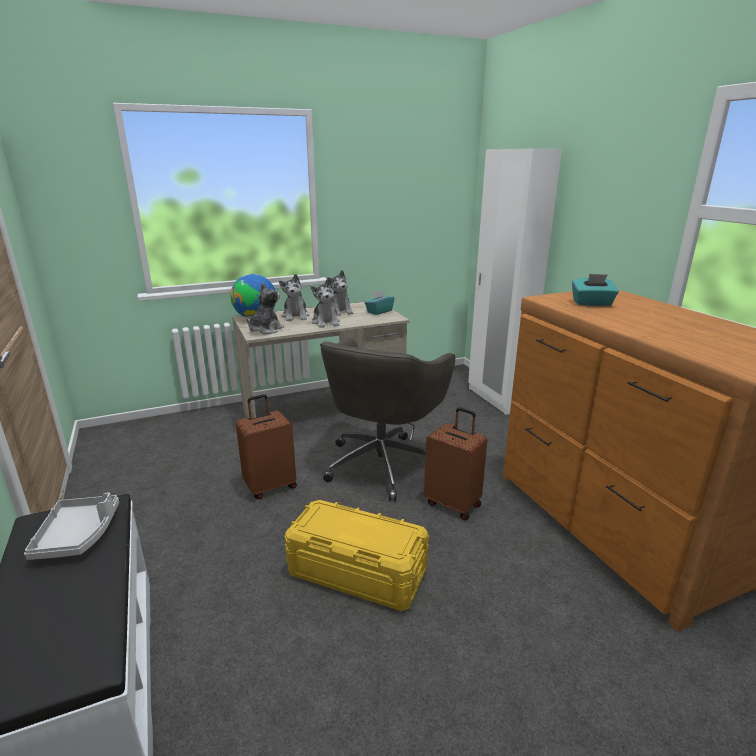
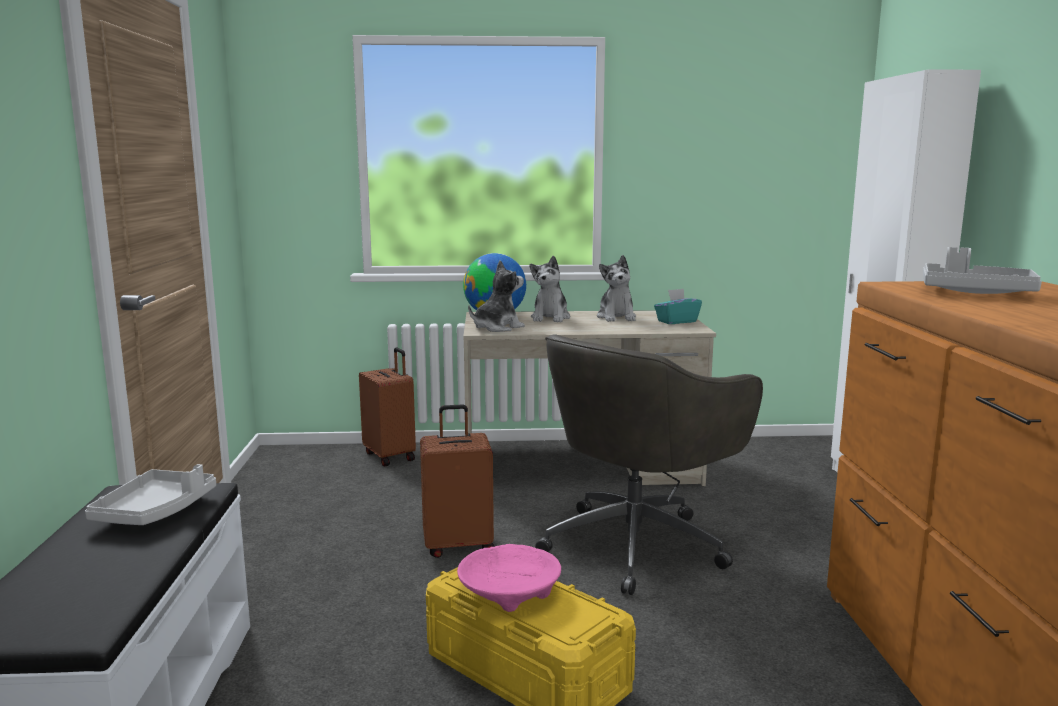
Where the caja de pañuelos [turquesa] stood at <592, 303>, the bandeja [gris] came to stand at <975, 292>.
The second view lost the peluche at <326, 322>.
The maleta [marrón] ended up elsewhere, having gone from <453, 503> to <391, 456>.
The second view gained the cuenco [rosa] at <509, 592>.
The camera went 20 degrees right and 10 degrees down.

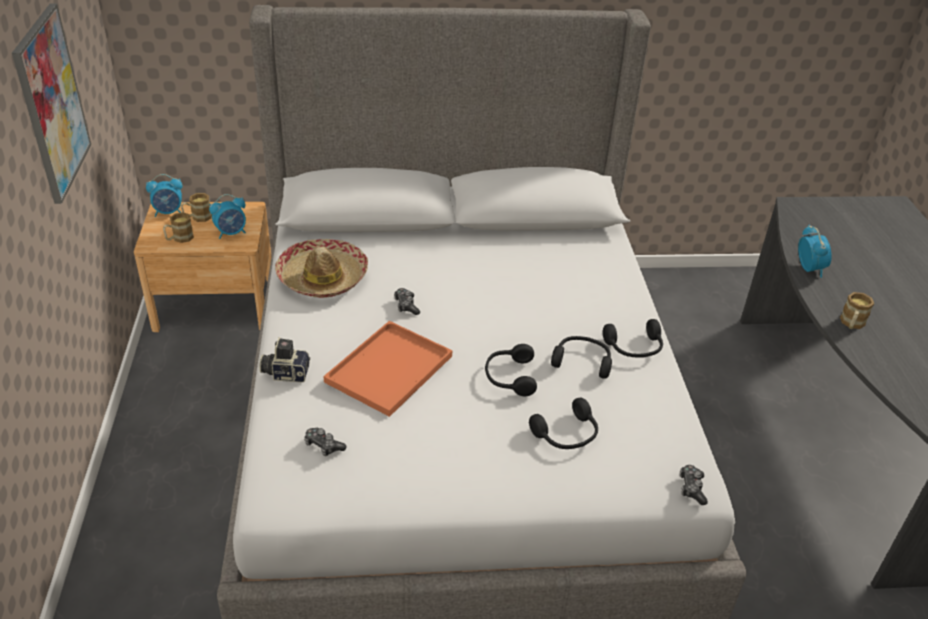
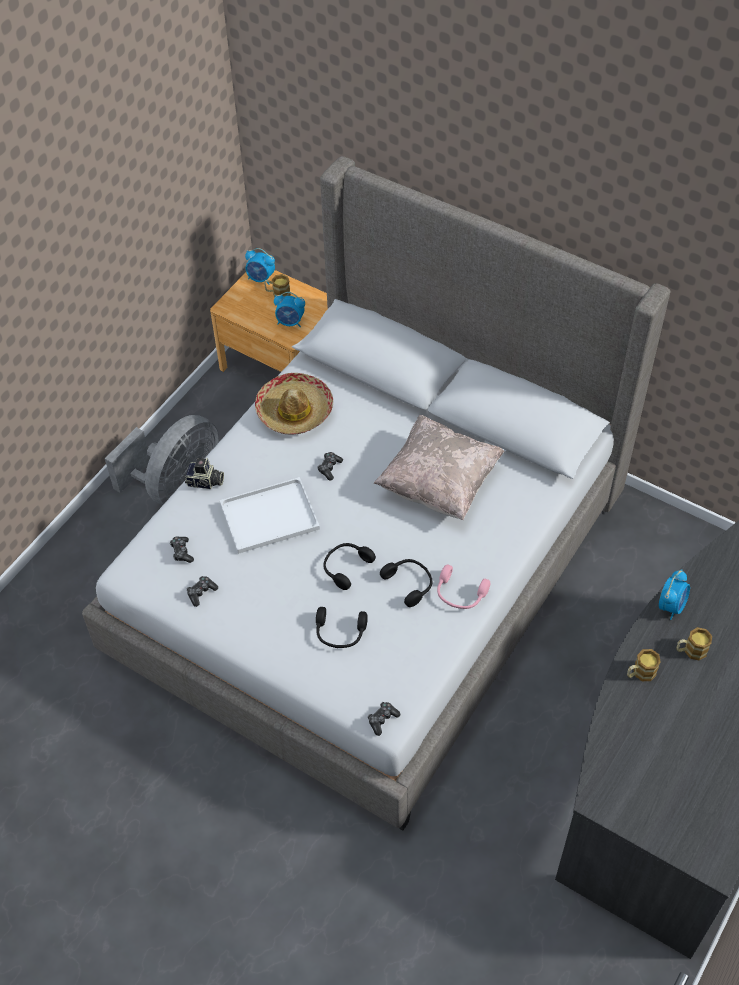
The second view lost the cuadro at <52, 103>.
The taza grande ended up elsewhere, having gone from <179, 238> to <690, 651>.
What was the auriculares [negro] at <634, 348> turned into the auriculares [rosa] at <460, 594>.
What was the bandeja [naranja] at <389, 370> turned into the bandeja [blanco] at <268, 518>.
The cámara at <286, 373> ended up facing another way, 150 degrees clockwise from before.
The second view gained the ventilador [gris] at <176, 486>.
The second view gained the cojín [beis] at <439, 483>.
The second view gained the mando de consola at <201, 592>.
The camera went 40 degrees right and 15 degrees up.

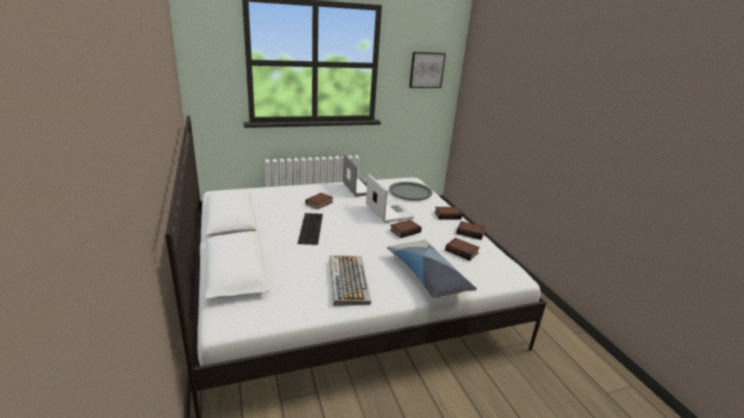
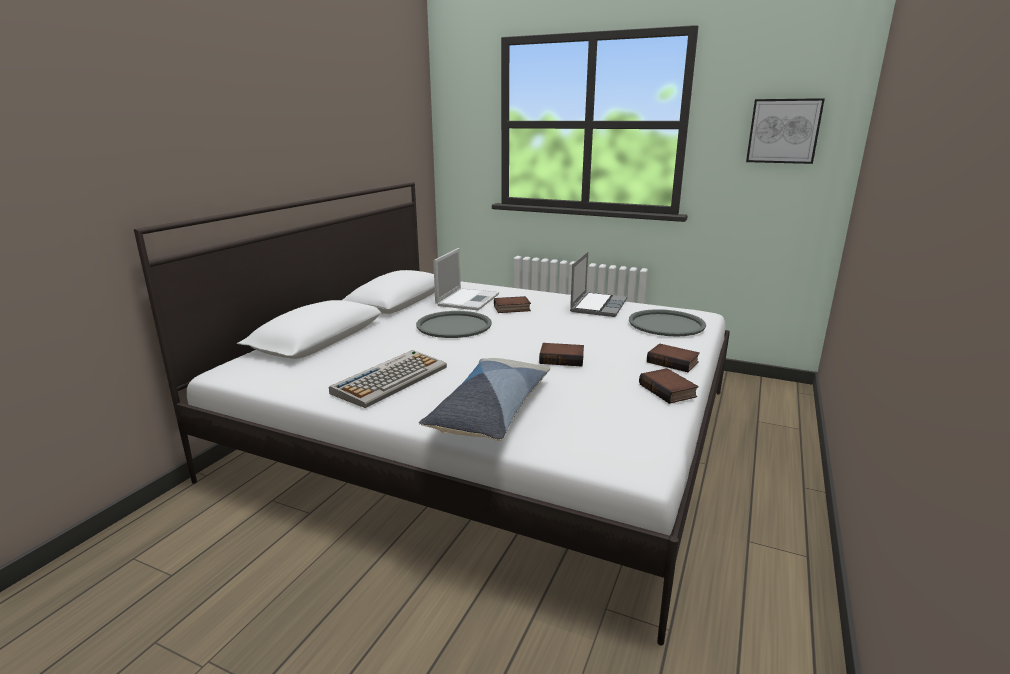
The portátil ended up elsewhere, having gone from <388, 211> to <468, 299>.
Where the teclado stood at <309, 227>, the bandeja [gris] came to stand at <454, 325>.
The second view lost the libro at <462, 251>.
The camera went 45 degrees right and 5 degrees down.

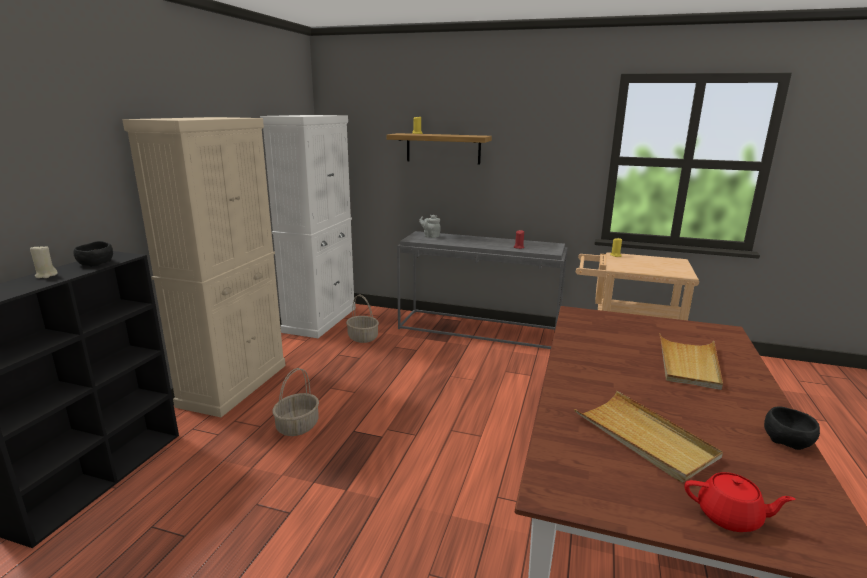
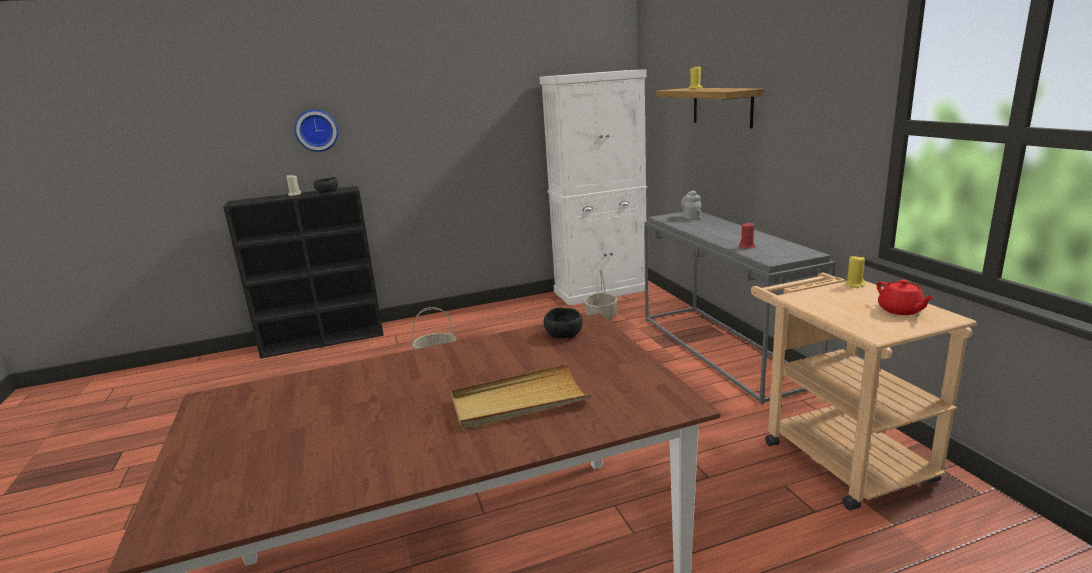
The second view lost the armario [beis] at <234, 384>.
The second view lost the bandeja [beis] at <644, 438>.
The cuenco [negro] ended up elsewhere, having gone from <788, 440> to <564, 334>.
The tetera [rojo] ended up elsewhere, having gone from <730, 517> to <900, 310>.
The second view gained the reloj de pared at <316, 130>.
The camera went 55 degrees right and 0 degrees up.

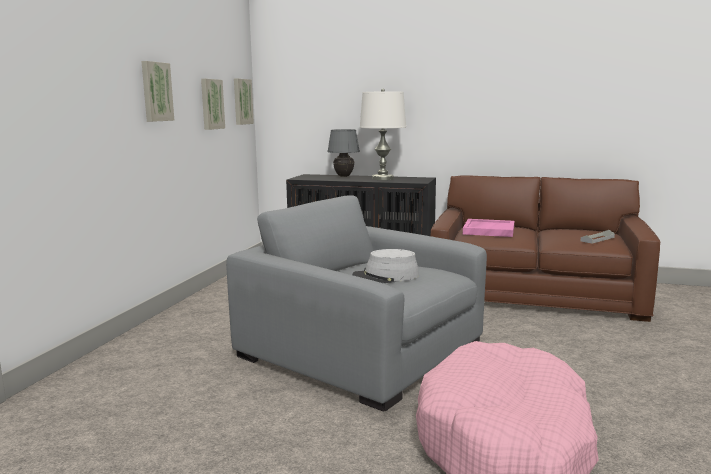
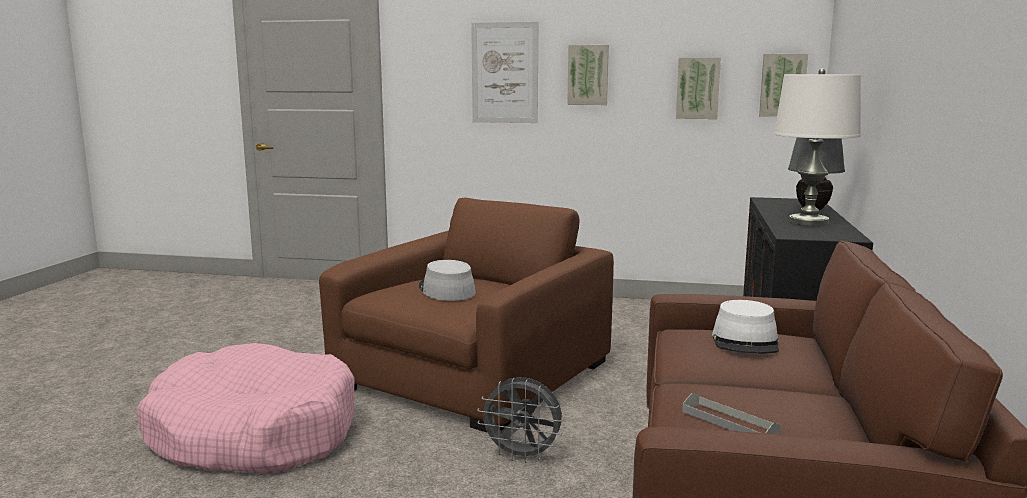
What was the sillón [gris] at <362, 349> turned into the sillón [marrón] at <473, 373>.
Where the bandeja [rosa] stood at <488, 230>, the sombrero [blanco] came to stand at <746, 341>.
The second view gained the cuadro at <504, 73>.
The second view gained the ventilador [gris] at <522, 456>.
The camera went 85 degrees right and 0 degrees up.

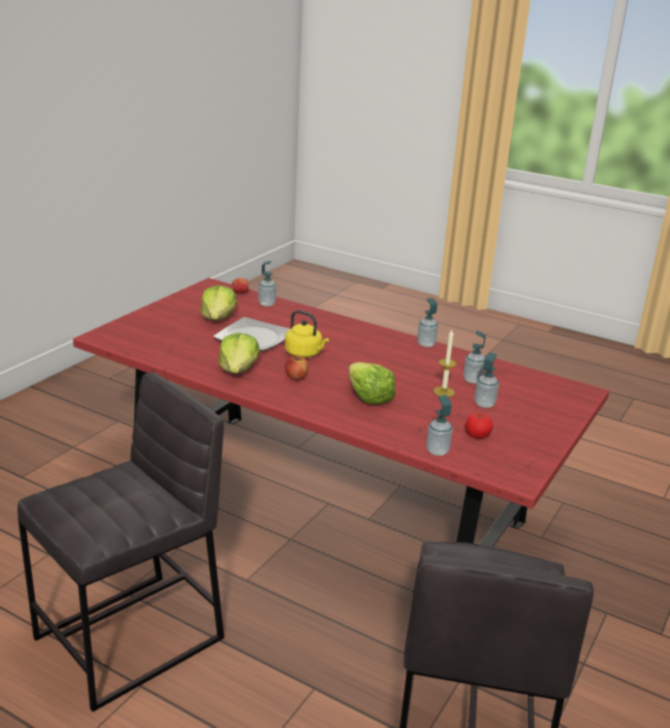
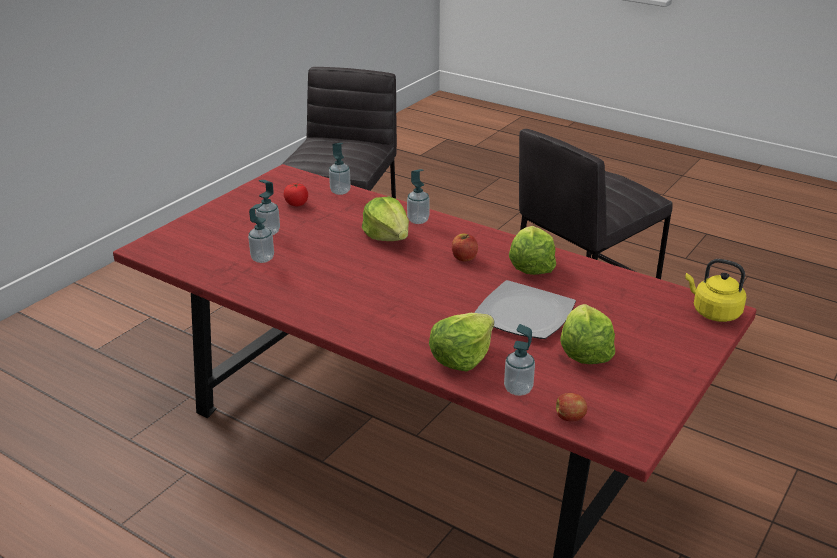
The dispensador de jabón ended up elsewhere, having gone from <426, 344> to <418, 220>.
The hervidor [amarillo] ended up elsewhere, having gone from <305, 354> to <713, 312>.
The second view lost the vela at <444, 392>.
The second view gained the lechuga at <461, 356>.
The camera went 175 degrees left and 5 degrees up.

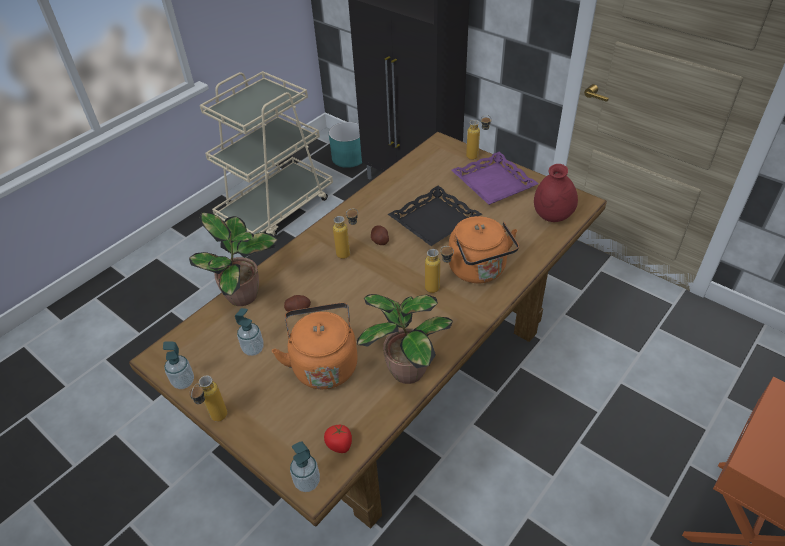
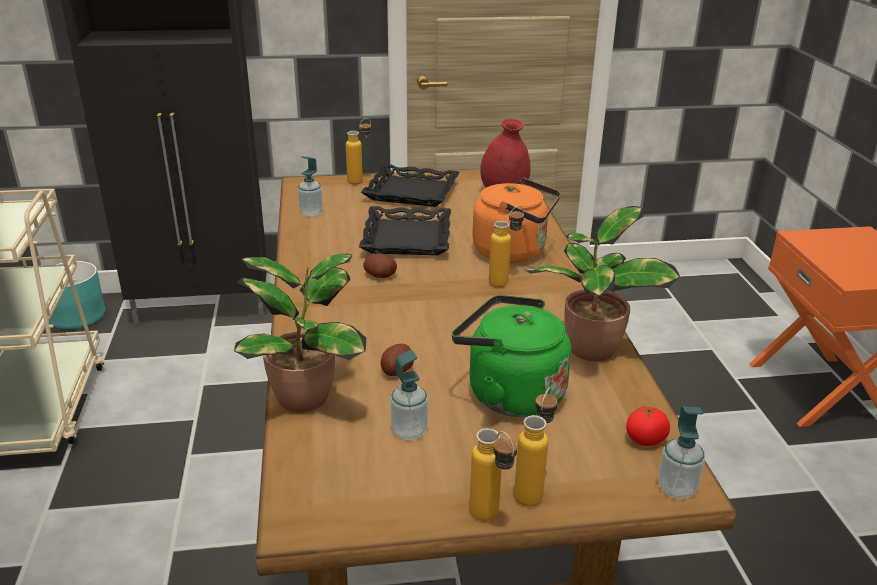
What was the bandeja [morado] at <492, 183> turned into the bandeja [negro] at <411, 192>.
The botella ended up elsewhere, having gone from <349, 253> to <533, 489>.
What was the hervidor [naranja] at <324, 364> turned into the hervidor [verde] at <509, 393>.
The dispensador de jabón ended up elsewhere, having gone from <183, 381> to <311, 213>.
The camera went 50 degrees left and 15 degrees down.

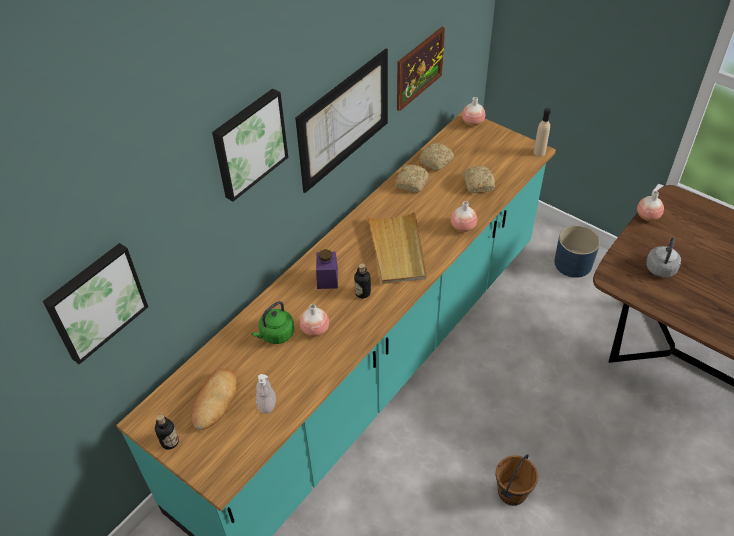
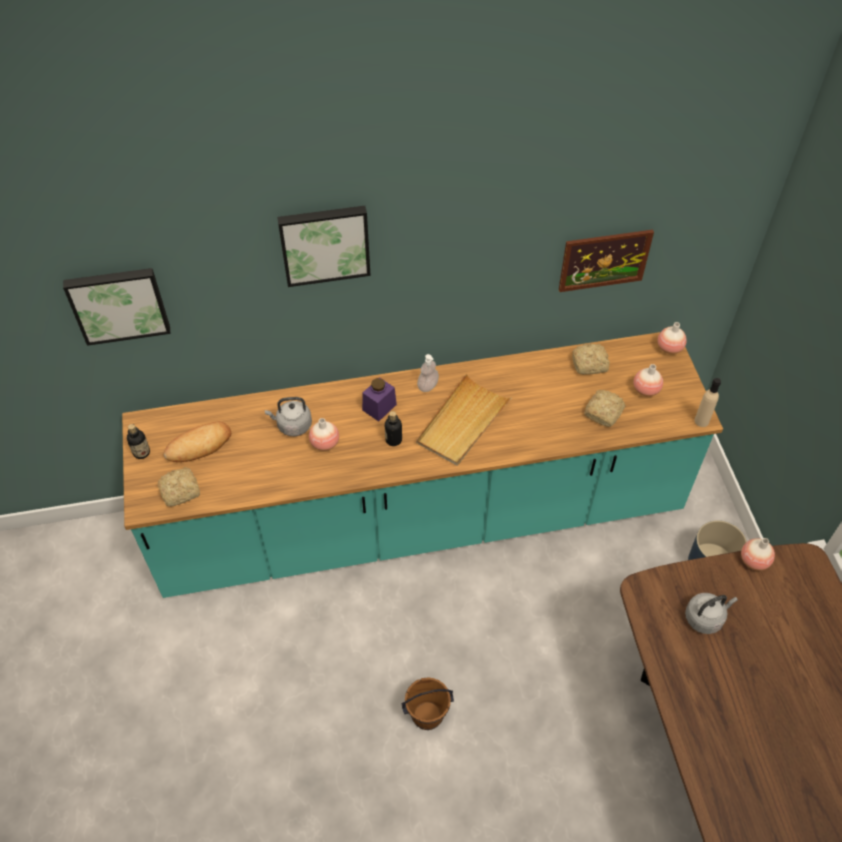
The second view lost the cuadro at <344, 120>.
The pan ended up elsewhere, having gone from <412, 182> to <181, 491>.
The florero ended up elsewhere, having gone from <463, 227> to <645, 390>.
What was the hervidor [verde] at <275, 334> turned into the hervidor [gris] at <292, 425>.
The dispensador de jabón ended up elsewhere, having gone from <267, 404> to <428, 386>.
The camera went 40 degrees right and 5 degrees up.

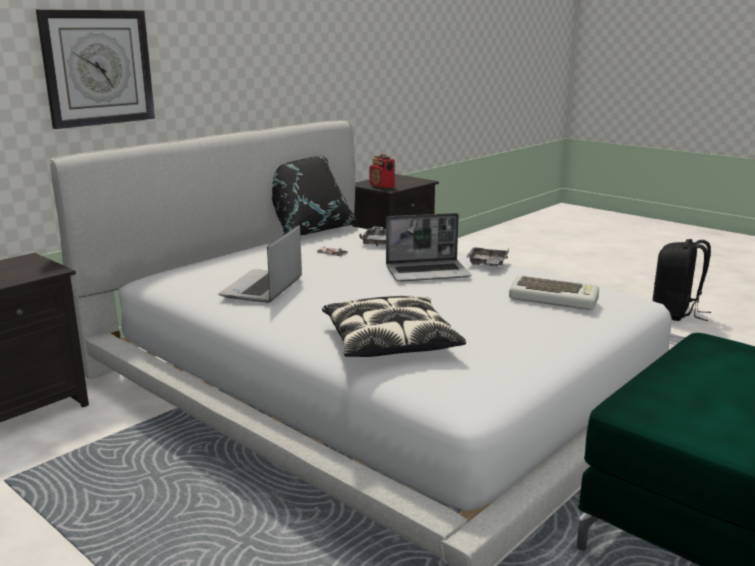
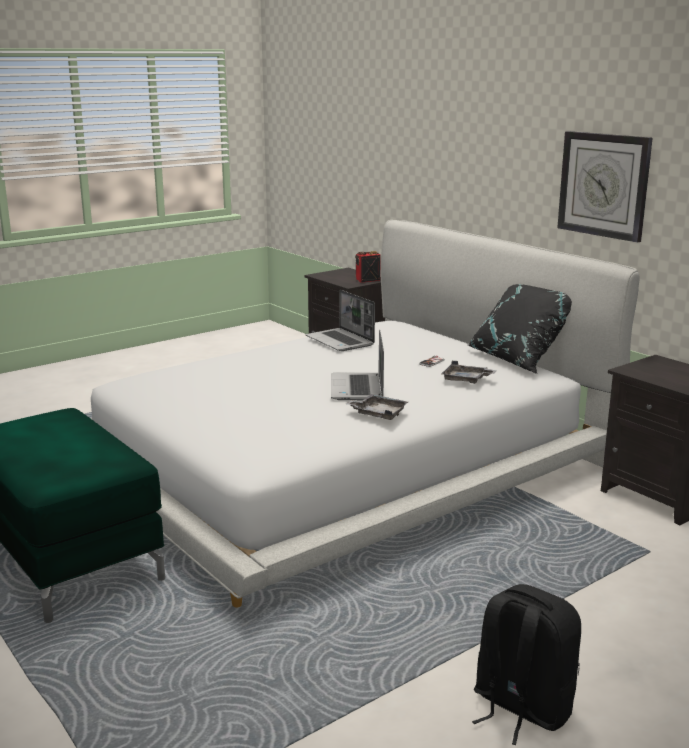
The reloj de pared ended up elsewhere, having gone from <97, 68> to <604, 185>.
The radio ended up elsewhere, having gone from <382, 186> to <367, 280>.
The portátil at <263, 288> ended up facing another way, 150 degrees counterclockwise from before.
The second view lost the teclado at <554, 299>.
The second view lost the cojín at <390, 342>.
The camera went 100 degrees right and 0 degrees up.

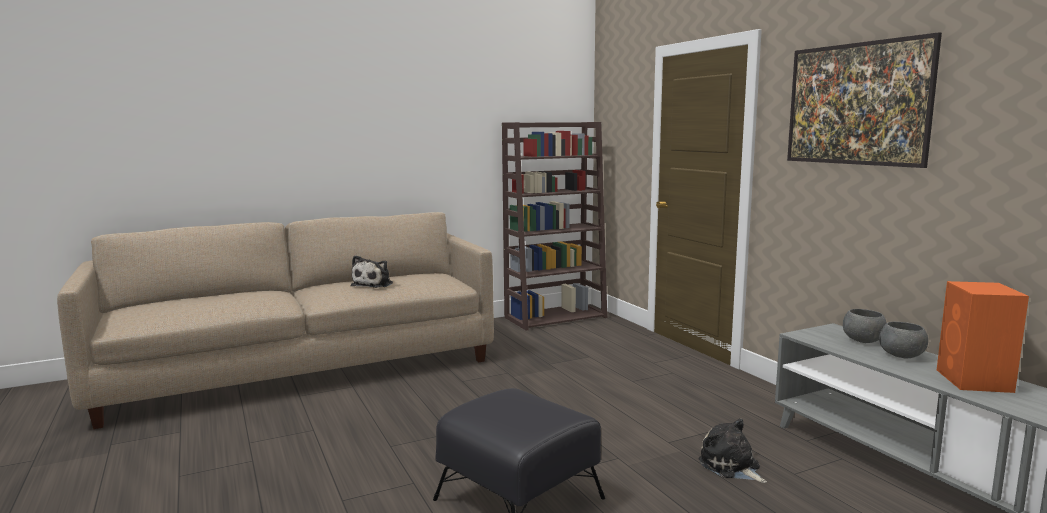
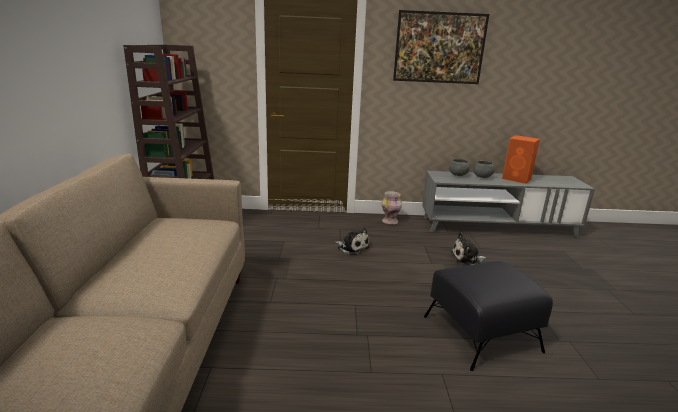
The peluche ended up elsewhere, having gone from <374, 284> to <352, 247>.
The second view gained the florero at <390, 221>.
The camera went 65 degrees left and 10 degrees up.

